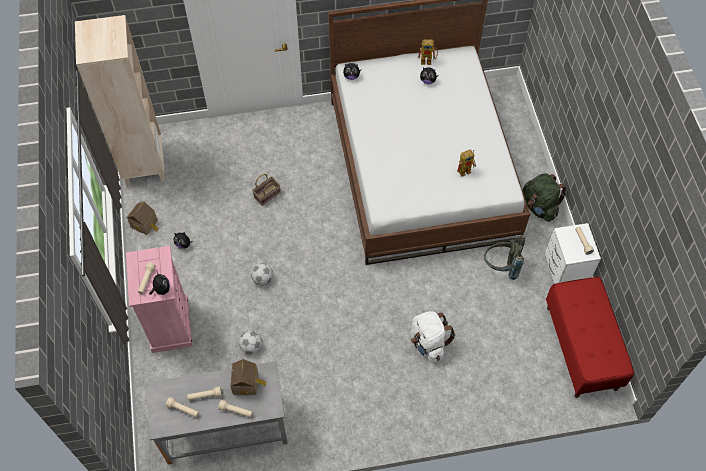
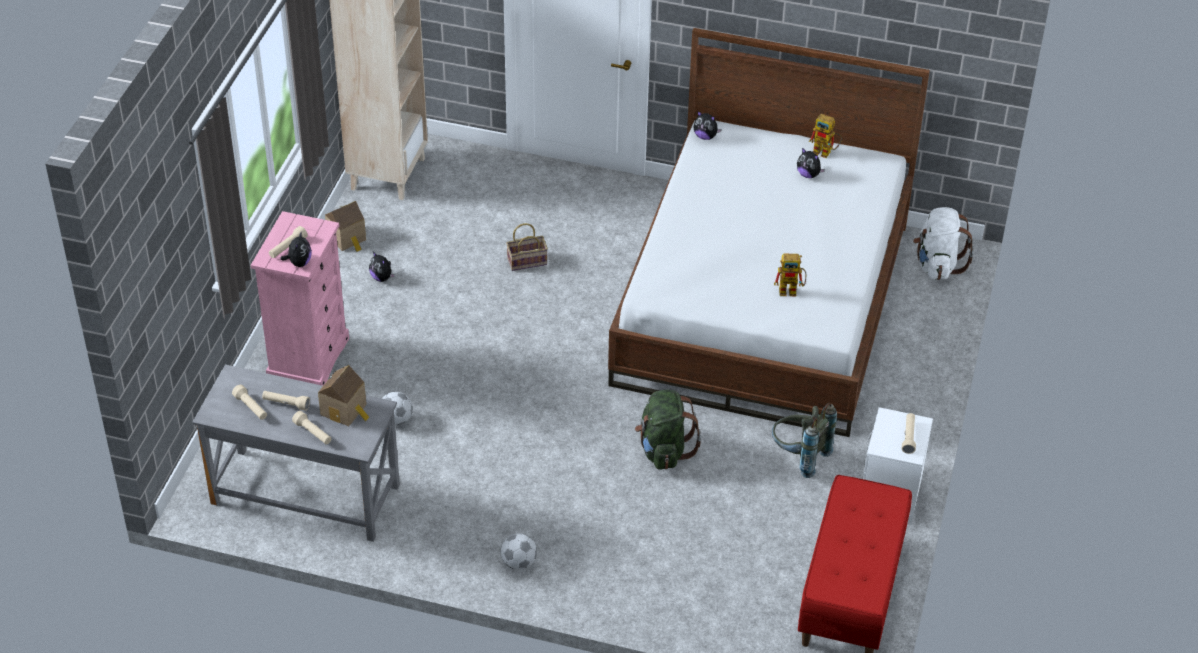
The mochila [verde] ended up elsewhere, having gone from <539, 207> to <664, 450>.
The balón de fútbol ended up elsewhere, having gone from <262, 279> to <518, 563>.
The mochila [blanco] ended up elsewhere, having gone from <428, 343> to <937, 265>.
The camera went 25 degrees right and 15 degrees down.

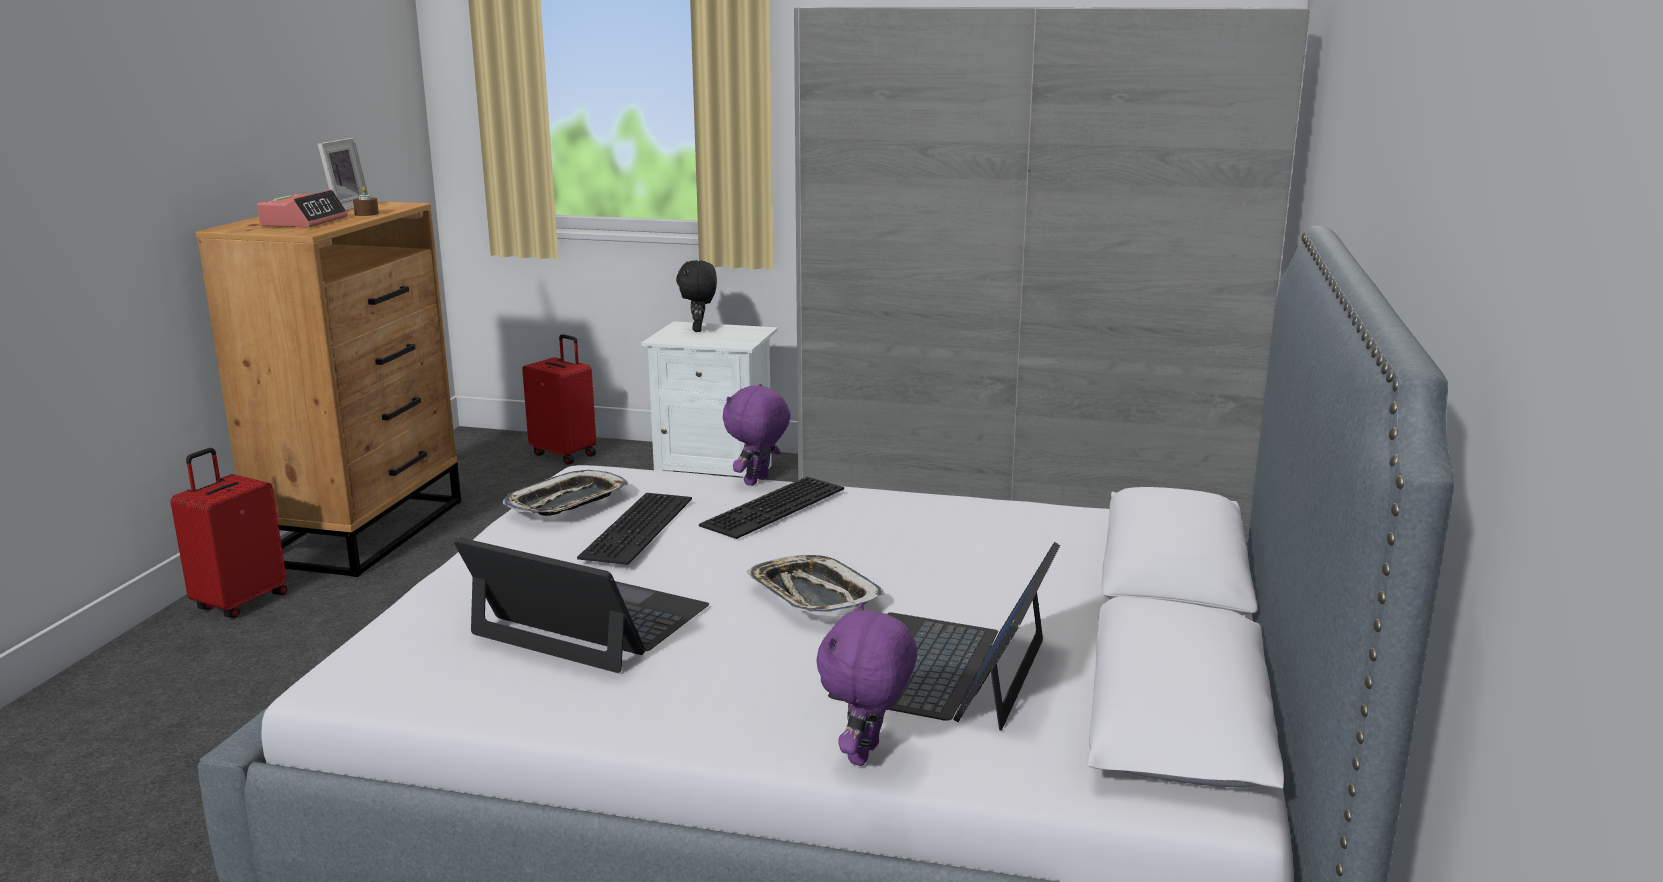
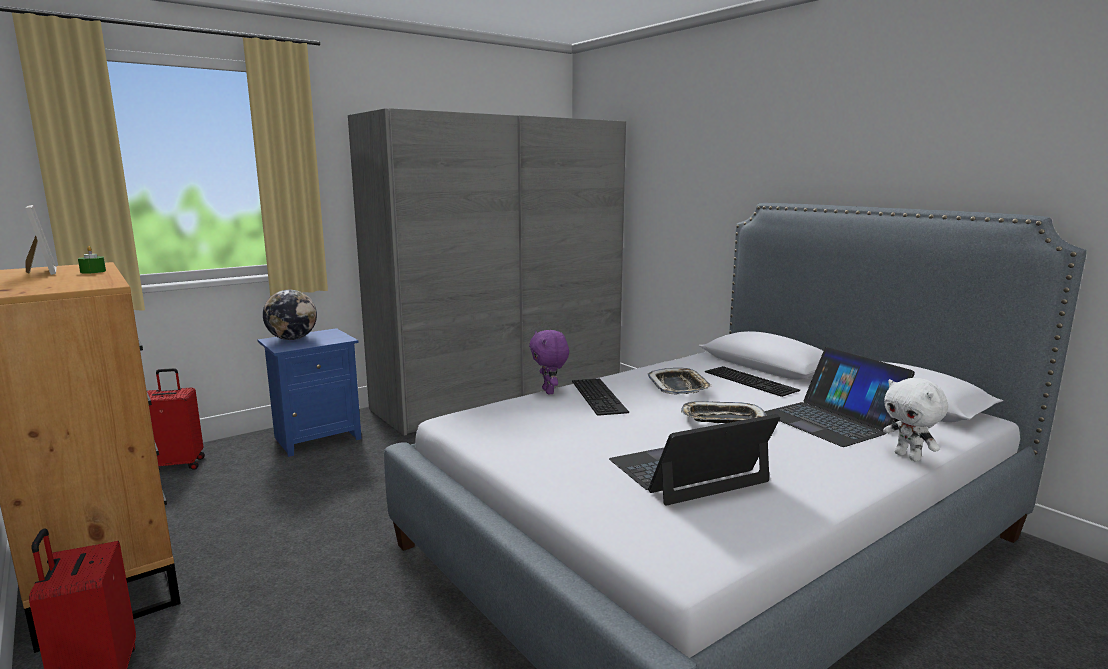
What was the vela [marrón] at <366, 214> turned into the vela [verde] at <93, 271>.
The second view lost the despertador at <304, 222>.
Where the peluche [negro] stood at <699, 330>, the globo terráqueo came to stand at <292, 339>.
What was the mesita de noche [blanco] at <716, 474> turned into the mesita de noche [azul] at <316, 438>.
The bandeja ended up elsewhere, having gone from <567, 502> to <679, 386>.
The teclado ended up elsewhere, having gone from <640, 528> to <752, 381>.
What was the peluche [morado] at <866, 755> turned into the peluche [blanco] at <908, 457>.
The camera went 50 degrees left and 5 degrees down.

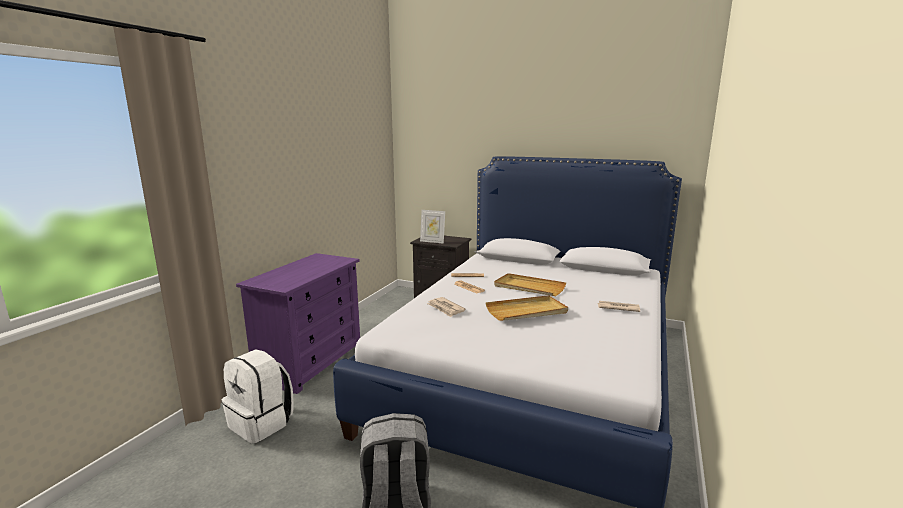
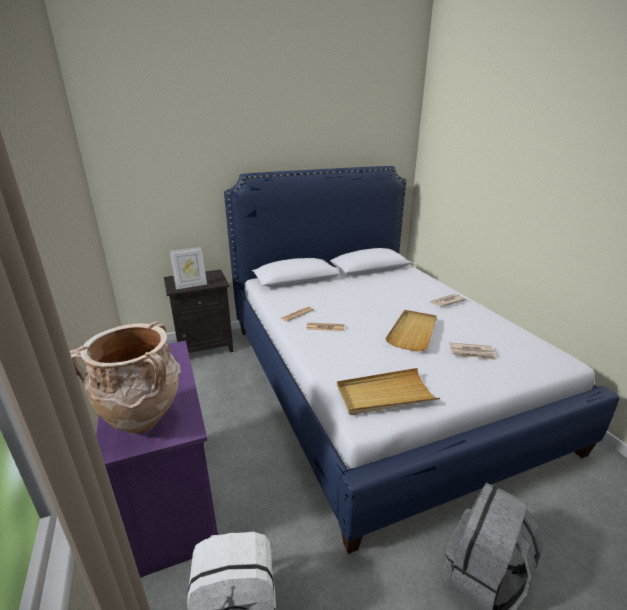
The bandeja [beis] ended up elsewhere, having gone from <529, 287> to <385, 394>.
The periódico ended up elsewhere, having gone from <445, 308> to <472, 353>.
The second view gained the florero [beis] at <145, 421>.
The camera went 45 degrees left and 10 degrees up.

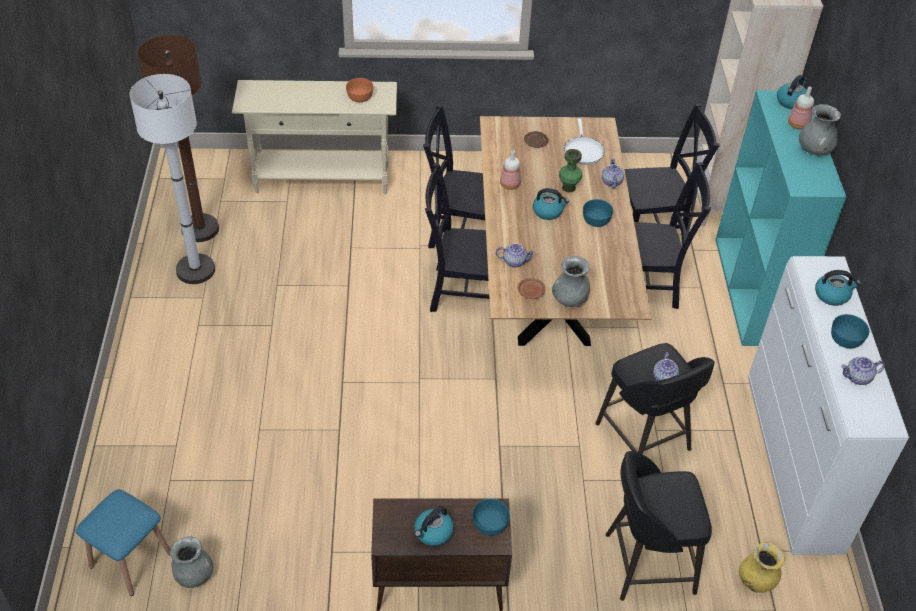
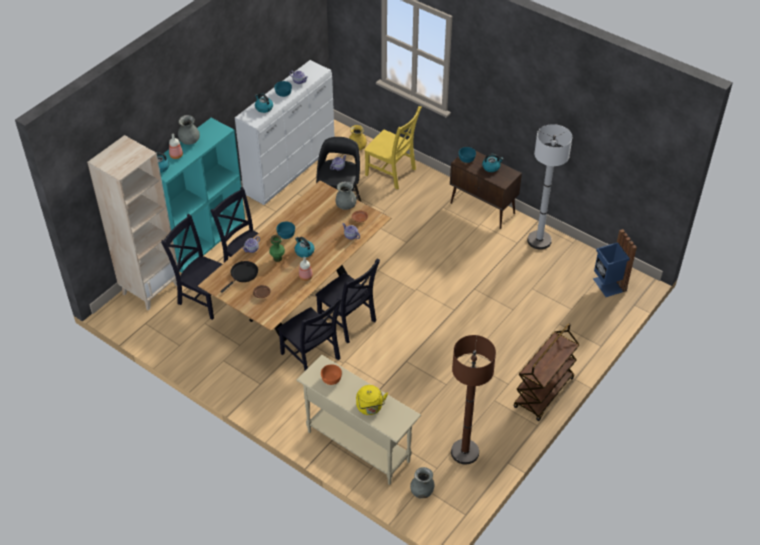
The lámpara de pie [blanco] ended up elsewhere, having gone from <195, 270> to <539, 240>.
What was the sartén [blanco] at <583, 151> turned into the sartén [negro] at <243, 274>.
Where the taburete [negro] stood at <646, 563>, the silla [amarillo] came to stand at <392, 173>.
Where the taburete [azul] stood at <131, 560>, the papelera [azul] came to stand at <608, 285>.
The florero [gris] ended up elsewhere, having gone from <194, 575> to <422, 491>.
The second view gained the carrito [marrón] at <544, 393>.
The second view gained the hervidor [amarillo] at <370, 408>.
The camera went 140 degrees left and 0 degrees up.

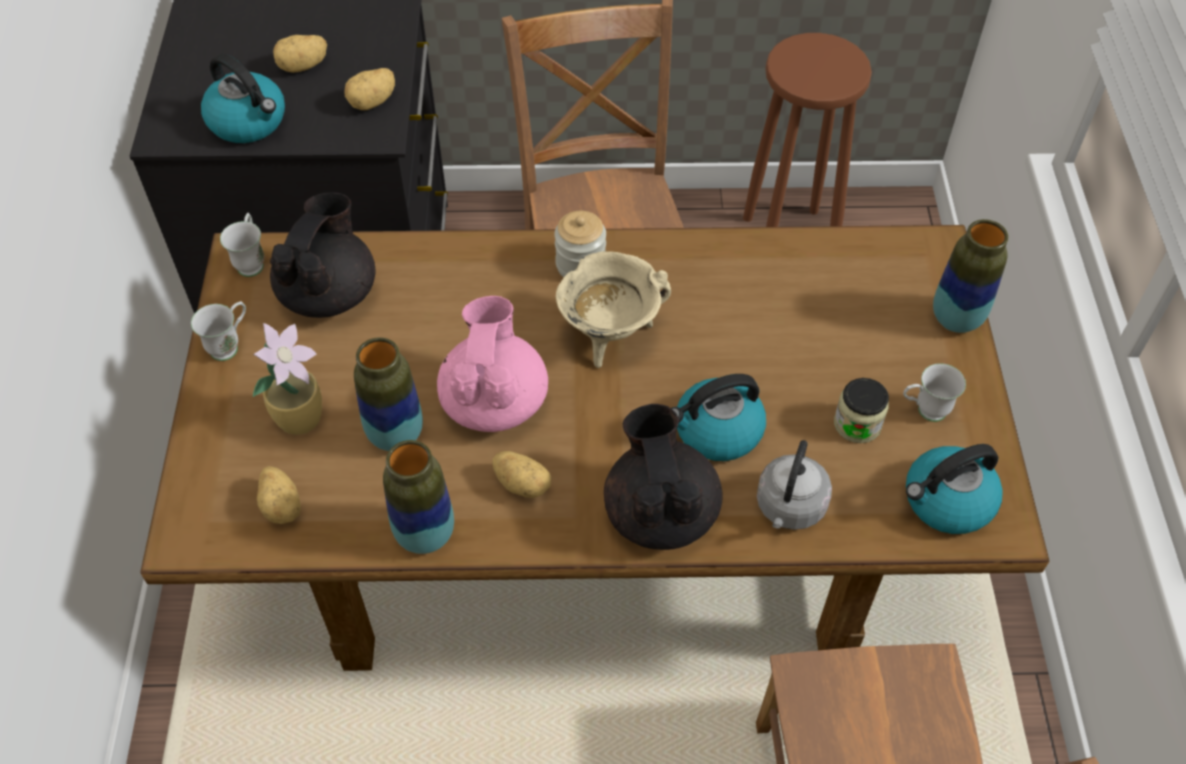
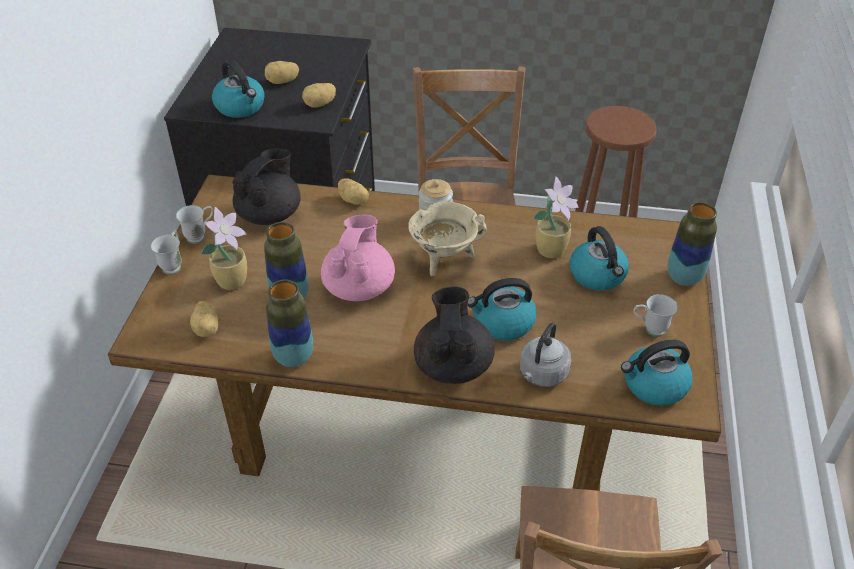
The taza grande [blanco] ended up elsewhere, having gone from <252, 261> to <174, 264>.
The second view lost the tarro at <857, 424>.
The patata ended up elsewhere, having gone from <523, 483> to <354, 200>.
The second view gained the planta en maceta at <552, 249>.
The second view gained the hervidor at <598, 275>.
The camera went 10 degrees right and 10 degrees down.

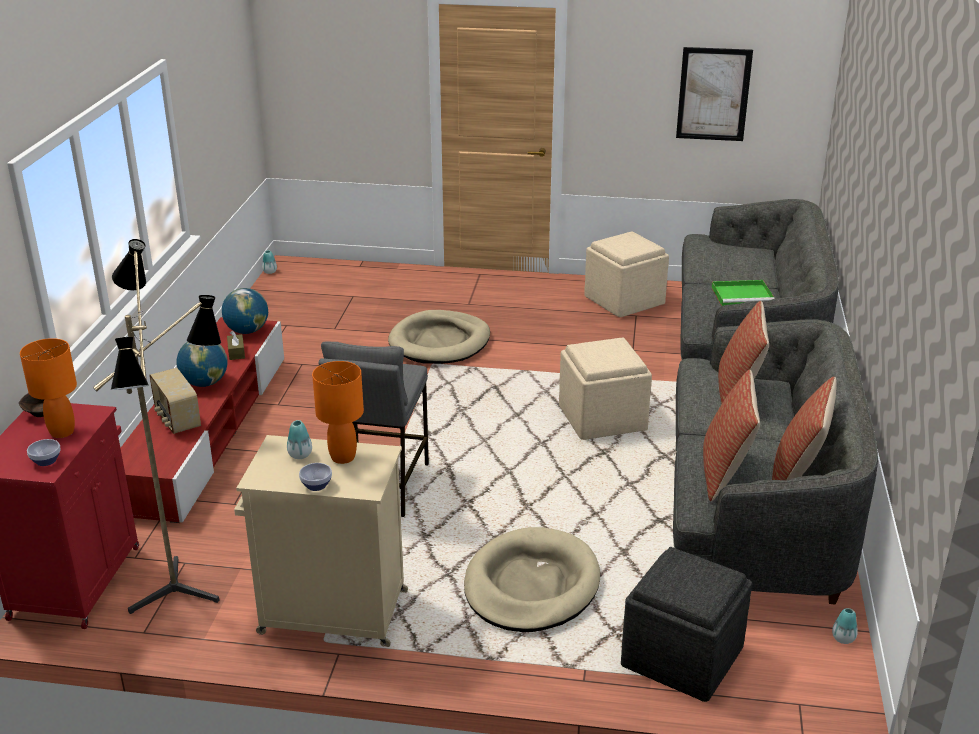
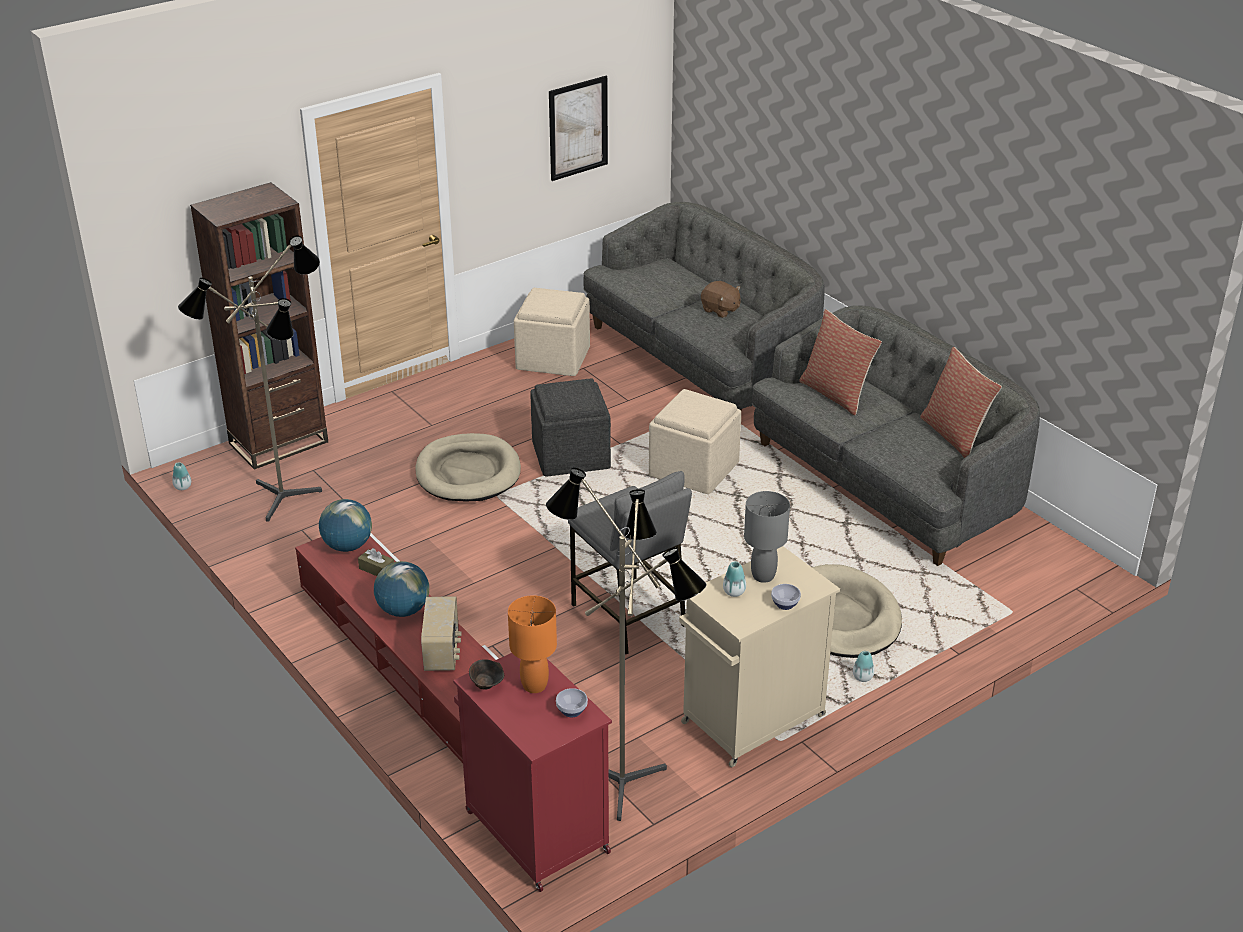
Where the bandeja [verde] stood at <743, 296>, the peluche [marrón] came to stand at <720, 310>.
What was the lámpara de mesa [naranja] at <342, 457> turned into the lámpara de mesa [gris] at <763, 576>.
The radio at <177, 420> ended up facing another way, 105 degrees counterclockwise from before.
The second view lost the cojín at <725, 473>.
The puf [gris] ended up elsewhere, having gone from <682, 657> to <571, 455>.
The florero ended up elsewhere, having gone from <843, 638> to <862, 677>.
The second view gained the estantería [marrón] at <279, 443>.
The second view gained the lámpara de pie at <284, 502>.
The camera went 45 degrees left and 5 degrees up.

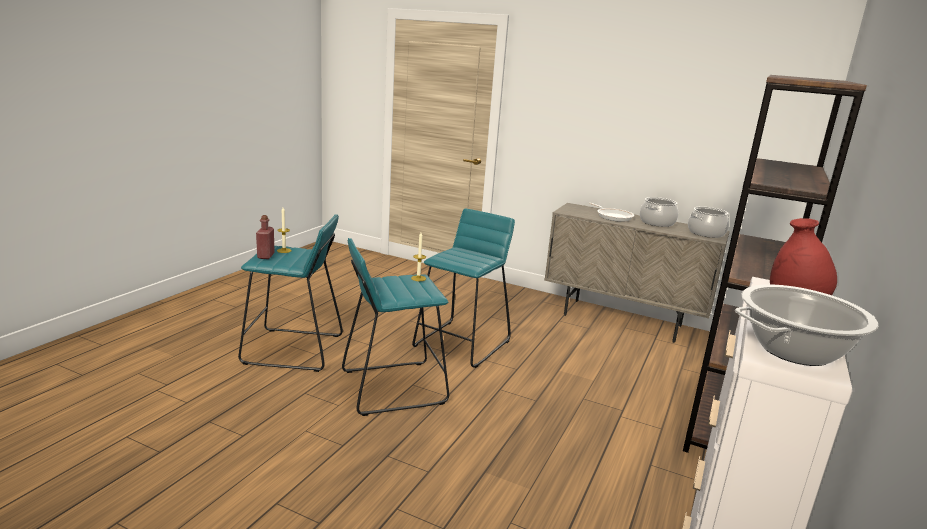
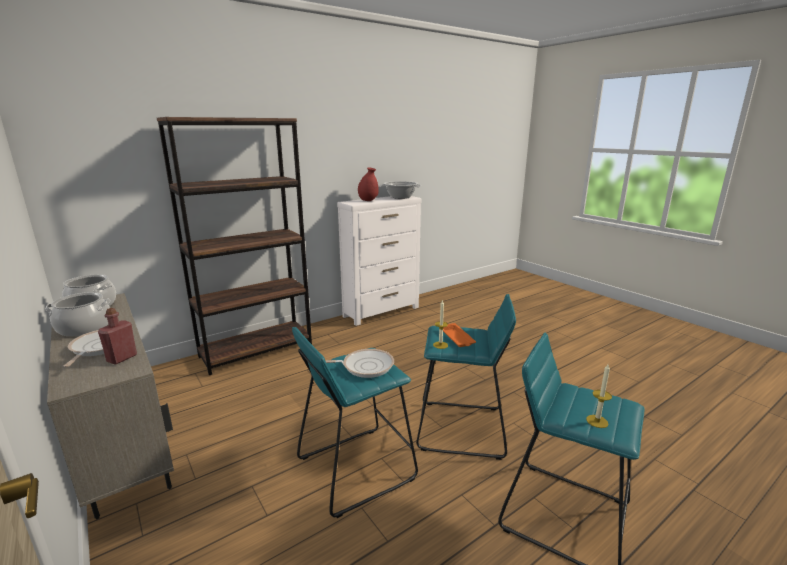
The botella [rojo] ended up elsewhere, having gone from <266, 256> to <122, 358>.
The second view gained the bandeja [naranja] at <457, 338>.
The second view gained the sartén at <365, 366>.
The camera went 150 degrees left and 0 degrees up.

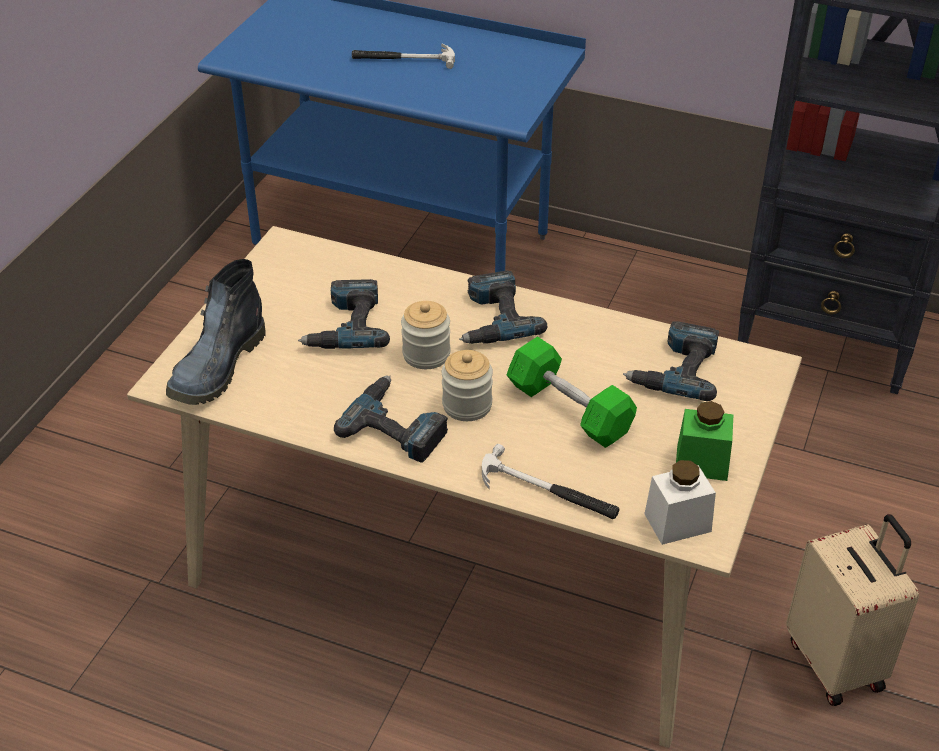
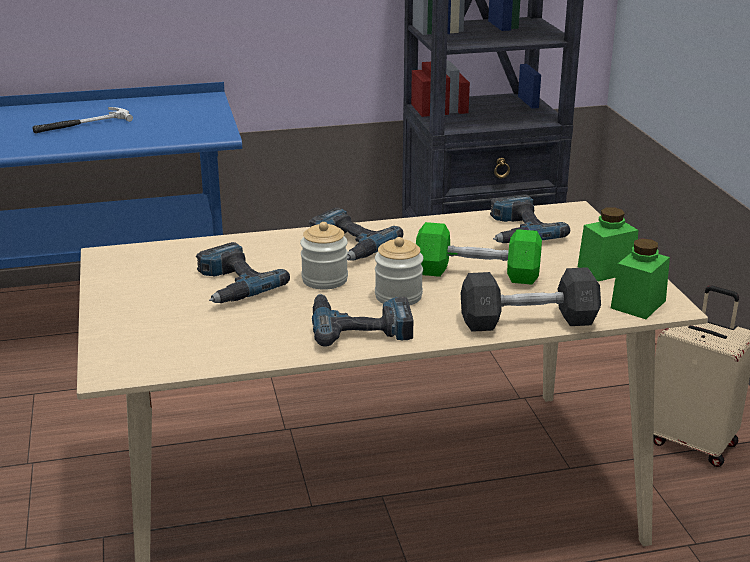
The second view lost the bota at <217, 368>.
Where the martillo stood at <548, 491>, the mancuerna [gris] came to stand at <528, 321>.
What was the tarro [blanco] at <677, 522> turned into the tarro [verde] at <638, 304>.
The camera went 35 degrees left and 15 degrees down.

